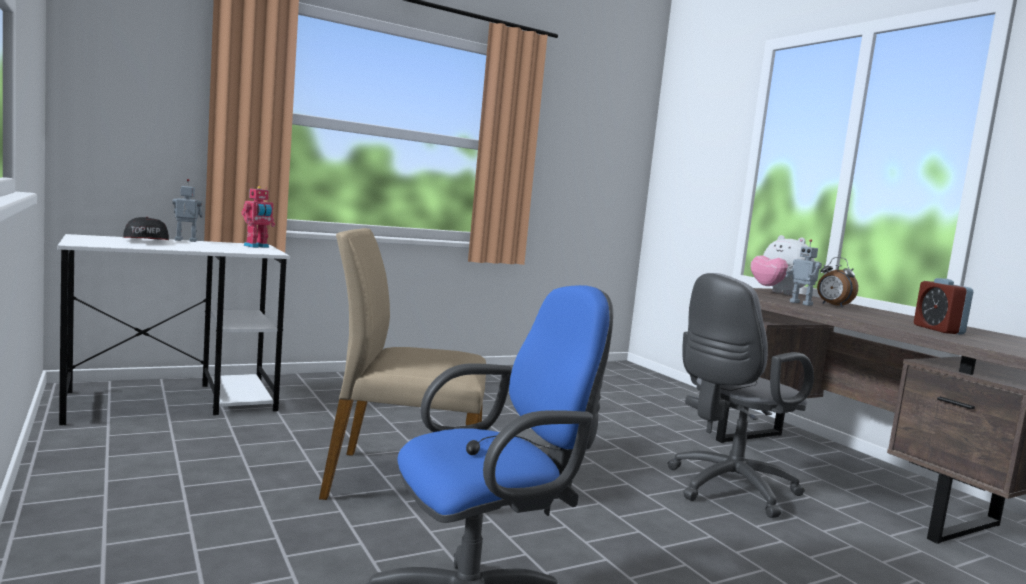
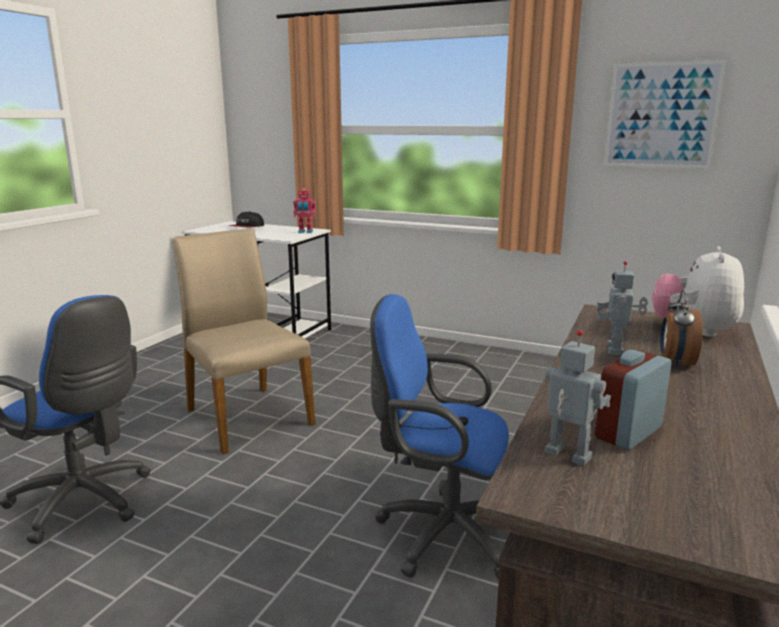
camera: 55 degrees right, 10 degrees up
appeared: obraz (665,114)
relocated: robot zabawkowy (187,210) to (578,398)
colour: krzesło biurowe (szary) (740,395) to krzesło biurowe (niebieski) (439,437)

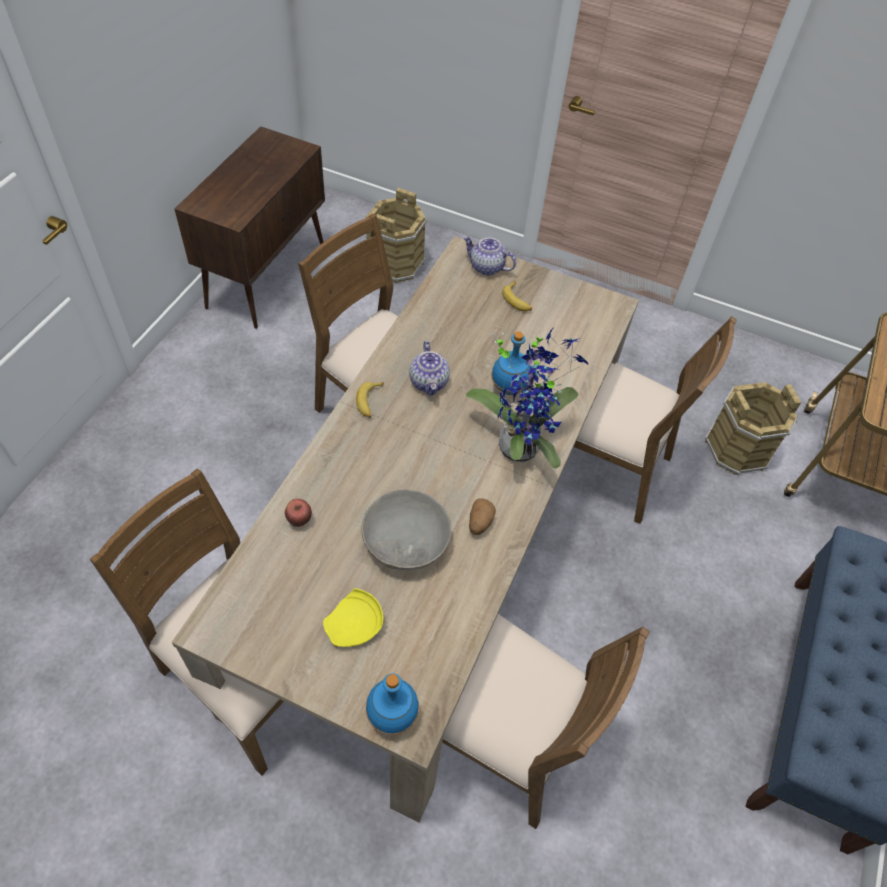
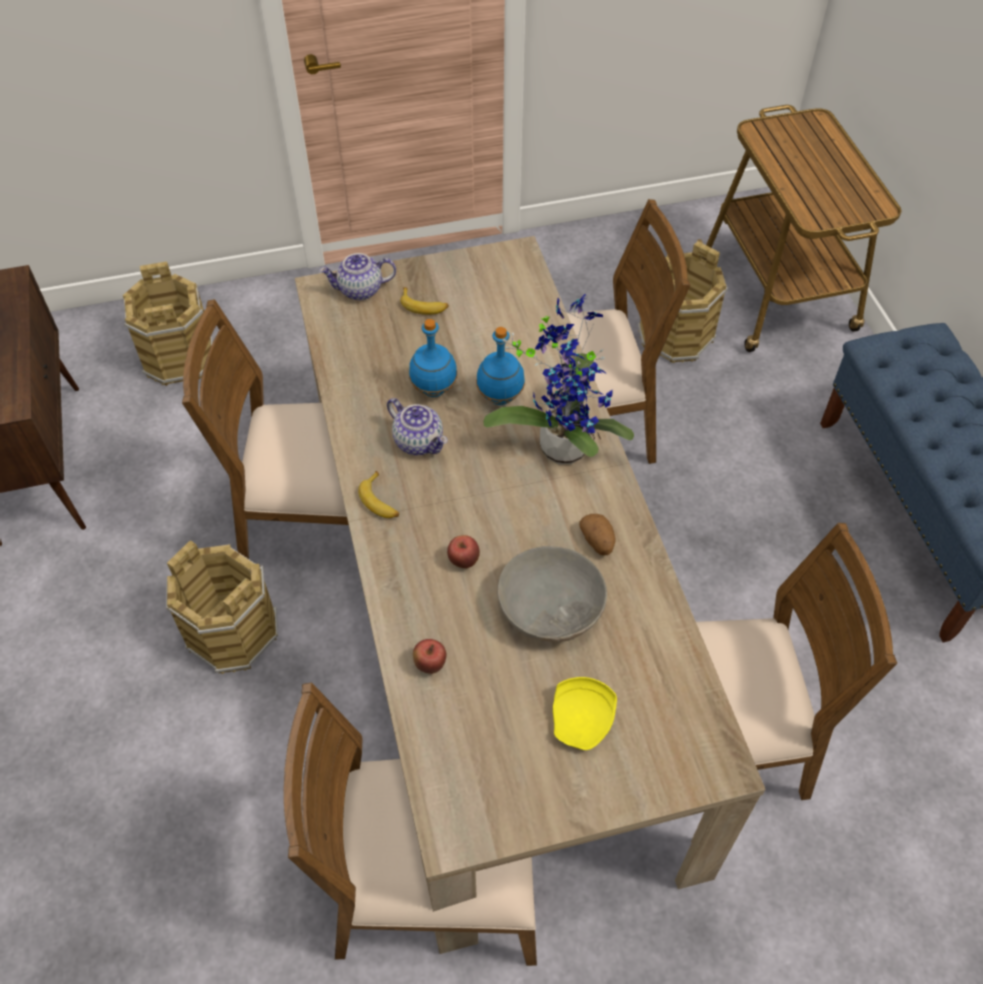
camera: 35 degrees left, 0 degrees up
appeared: jabłko (463,551); wiadro (brązowy) (222,607)
relocated: butelka (niebieski) (392,704) to (433,358)

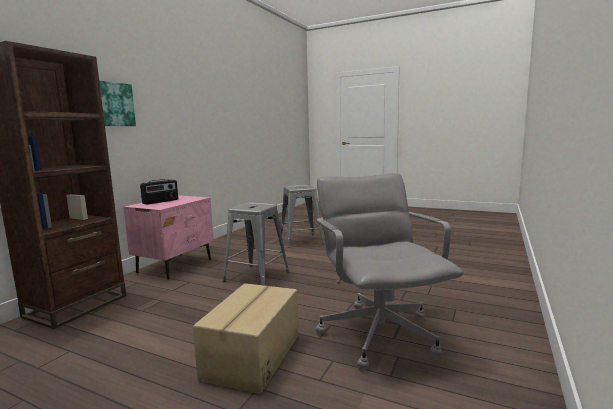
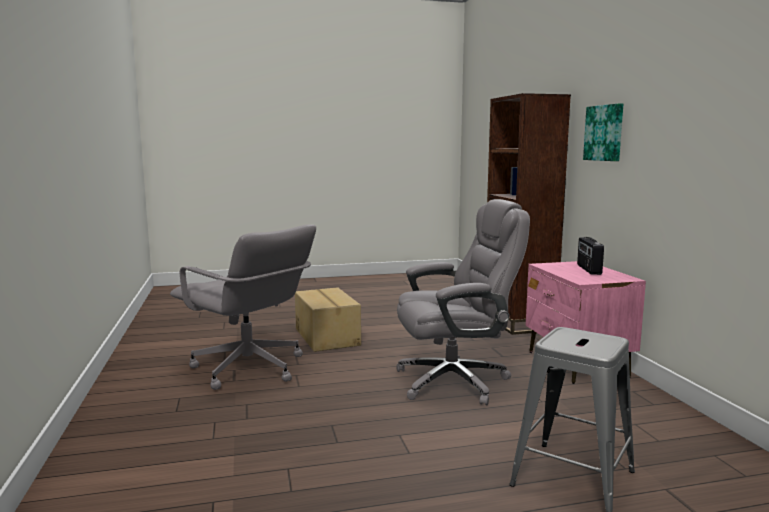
camera: 140 degrees right, 0 degrees up
exchanged: stołek (szary) (256,244) to krzesło biurowe (szary) (463,302)

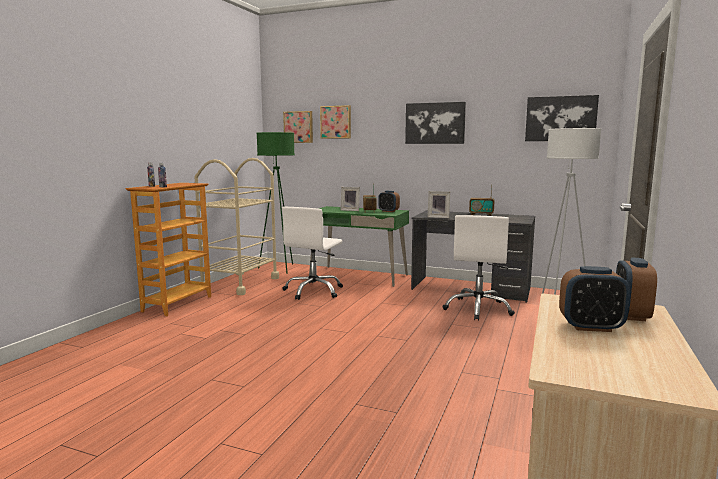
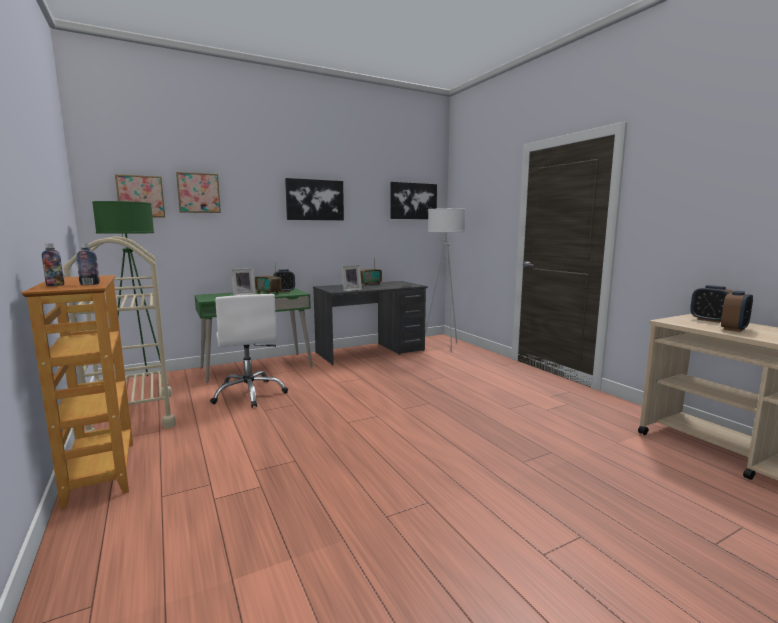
camera: 50 degrees left, 0 degrees up
missing: krzesło biurowe (biały) (478,268)

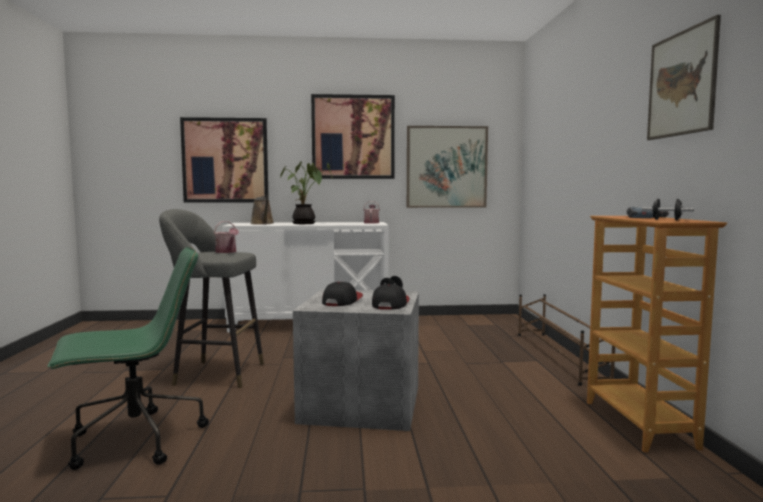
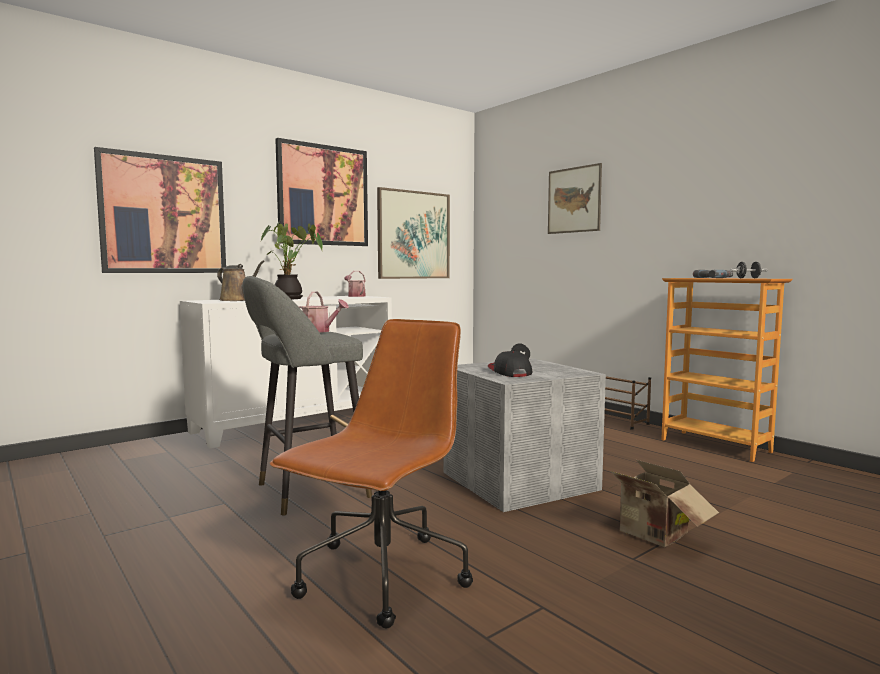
camera: 35 degrees left, 0 degrees up
missing: czapka z daszkiem (391,297)
appeared: karton (658,503)
relocated: obraz (684,77) to (575,198)
colour: krzesło biurowe (zielony) (128,358) to krzesło biurowe (brązowy) (371,474)

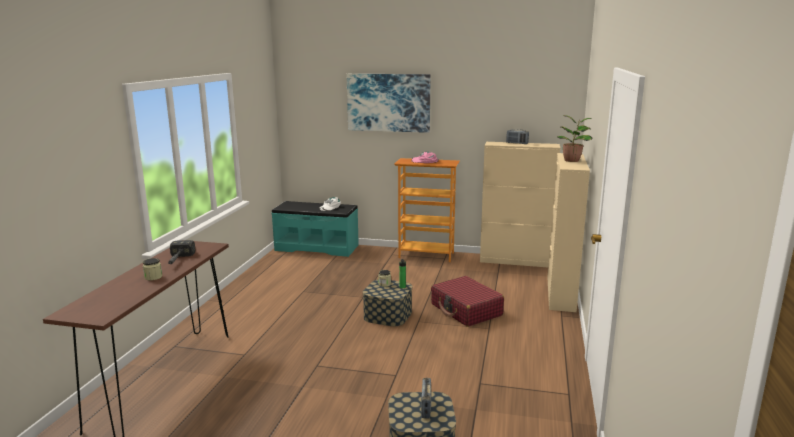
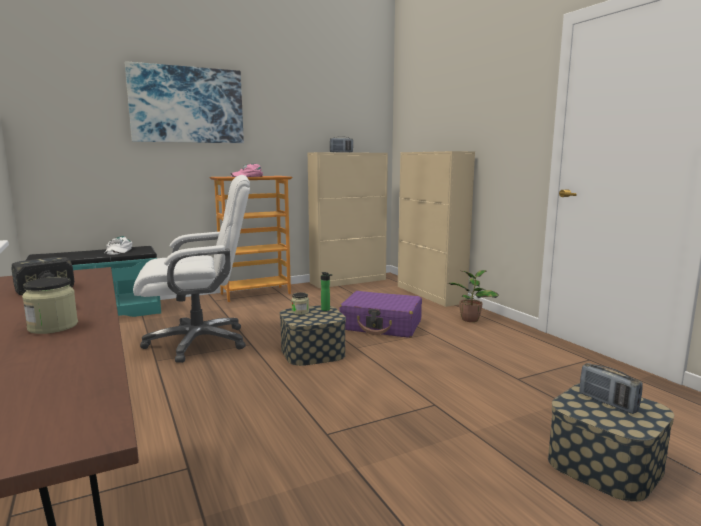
camera: 40 degrees left, 5 degrees down
appeared: krzesło biurowe (biały) (191,269)
relocated: roślina doniczkowa (574,138) to (473,296)
colour: walizka (czerwony) (467,301) to walizka (fioletowy) (380,314)

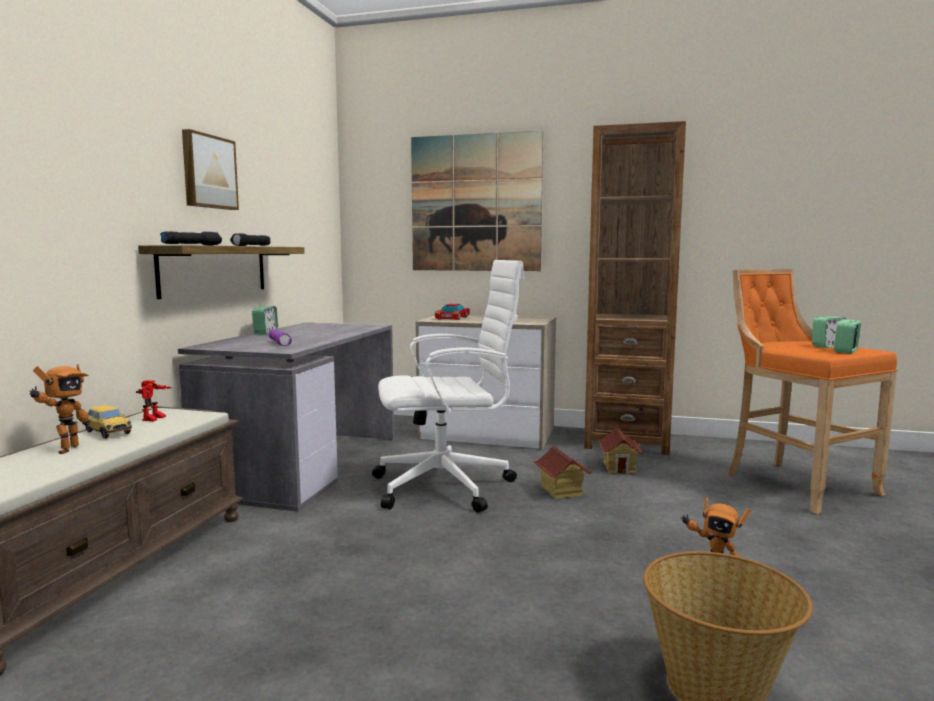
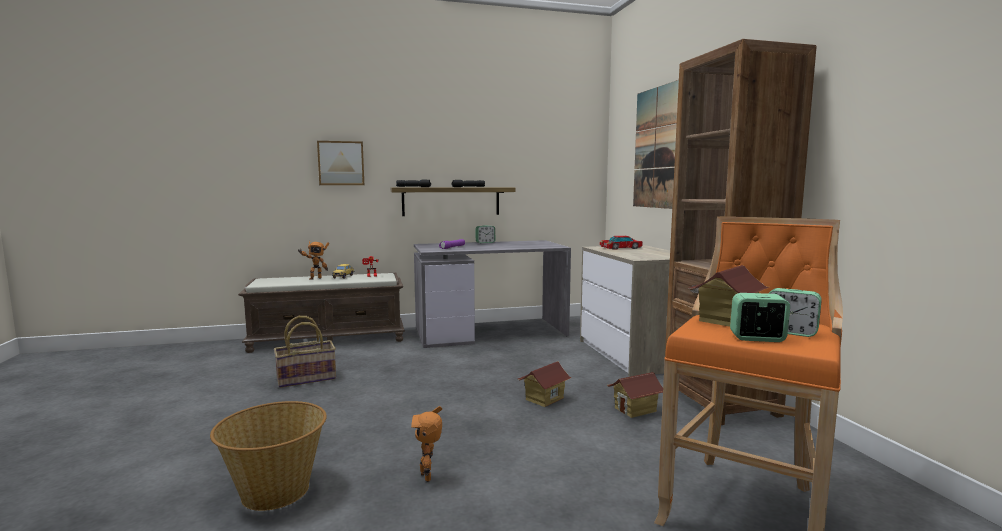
camera: 60 degrees right, 0 degrees up
missing: krzesło biurowe (biały) (448,386)
appeared: domek (728,296); koszyk (305,352)
relocated: obraz (210,169) to (340,163)

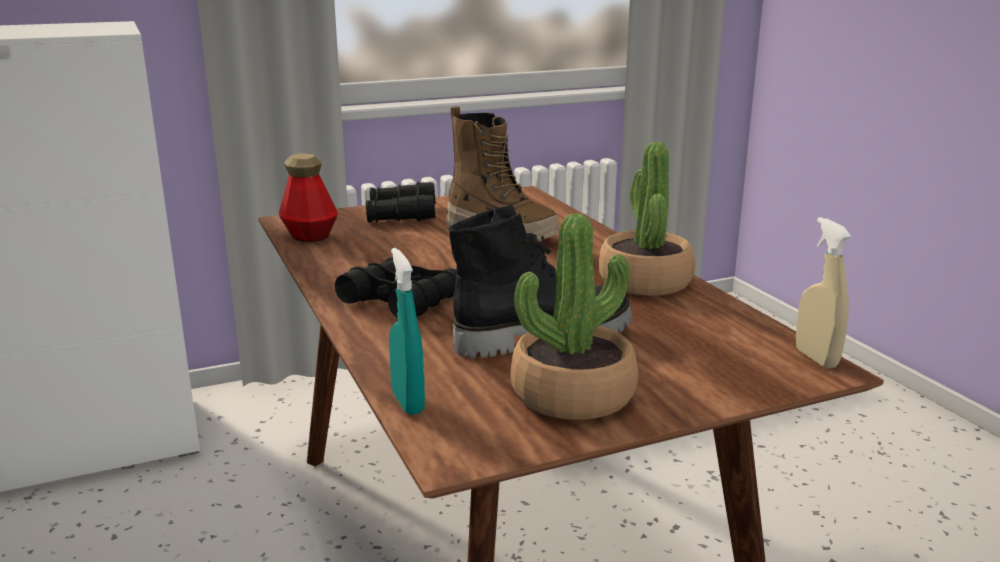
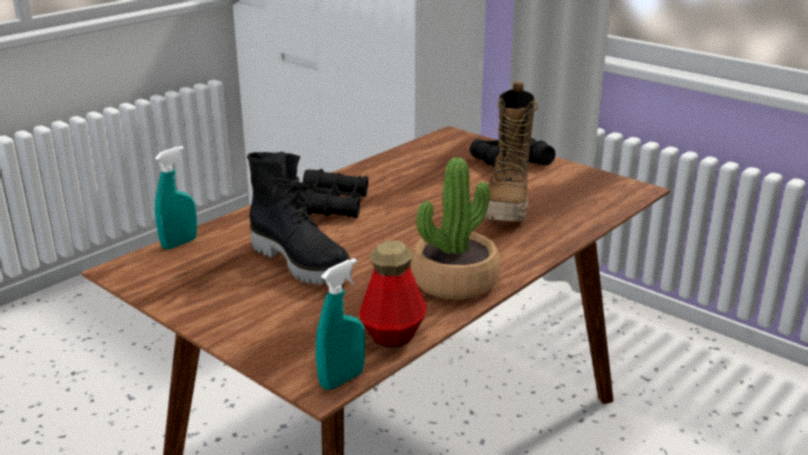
camera: 65 degrees right, 5 degrees up
missing: roślina doniczkowa (574,316)
relocated: butelka (308,197) to (393,293)
colour: spryskiwacz (beżowy) (823,293) to spryskiwacz (turkusowy) (340,324)

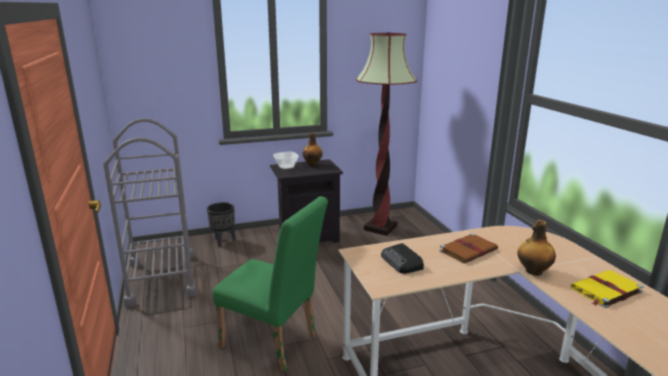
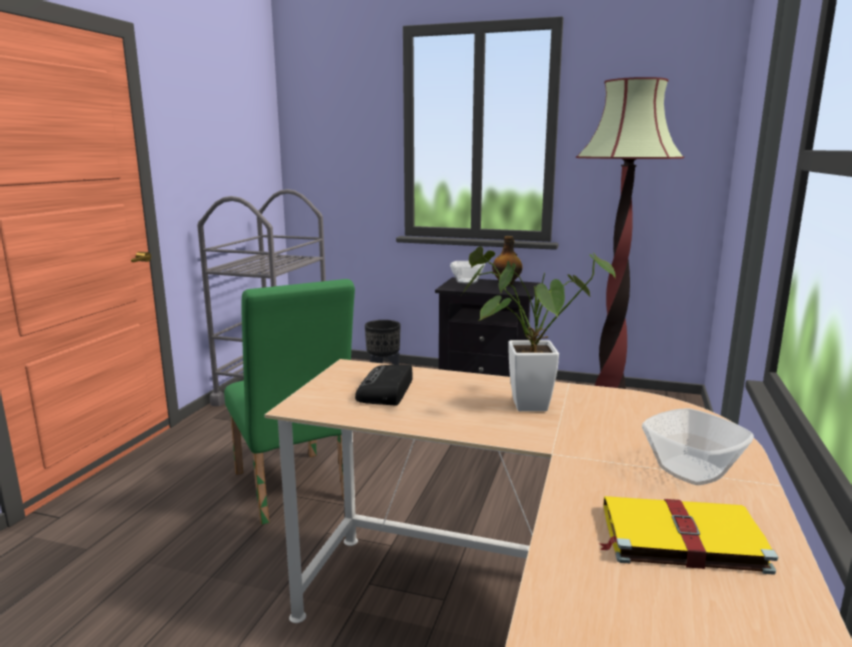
camera: 35 degrees right, 5 degrees down
missing: butelka (537,248)
appeared: miska (698,446)
exchanged: książka (brązowy) (468,248) to roślina doniczkowa (539,328)

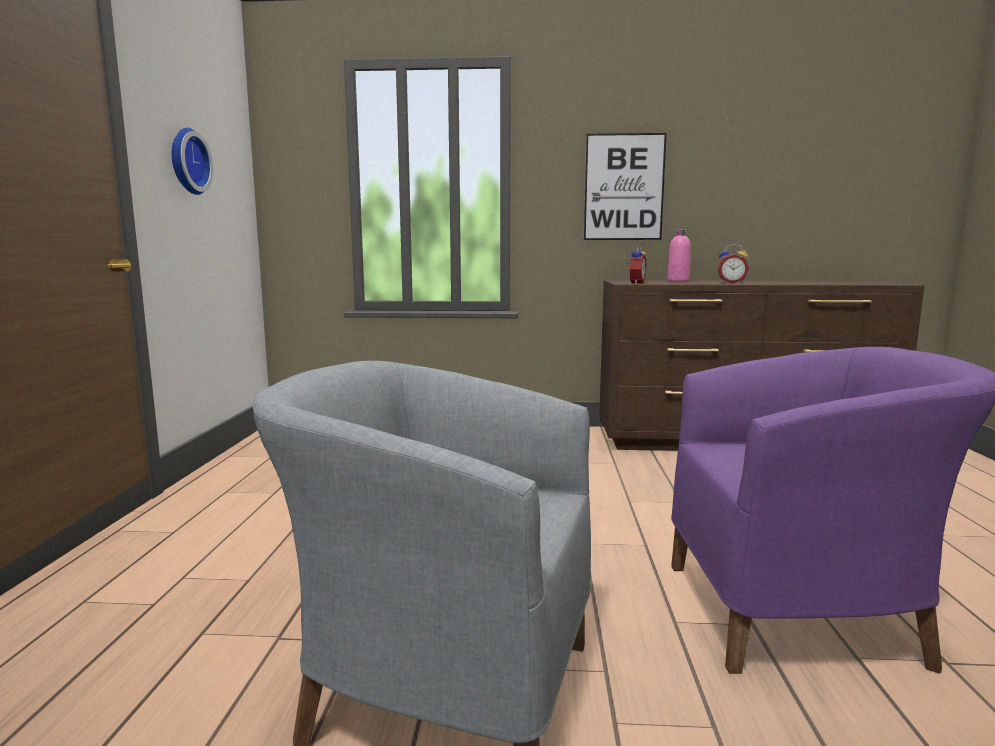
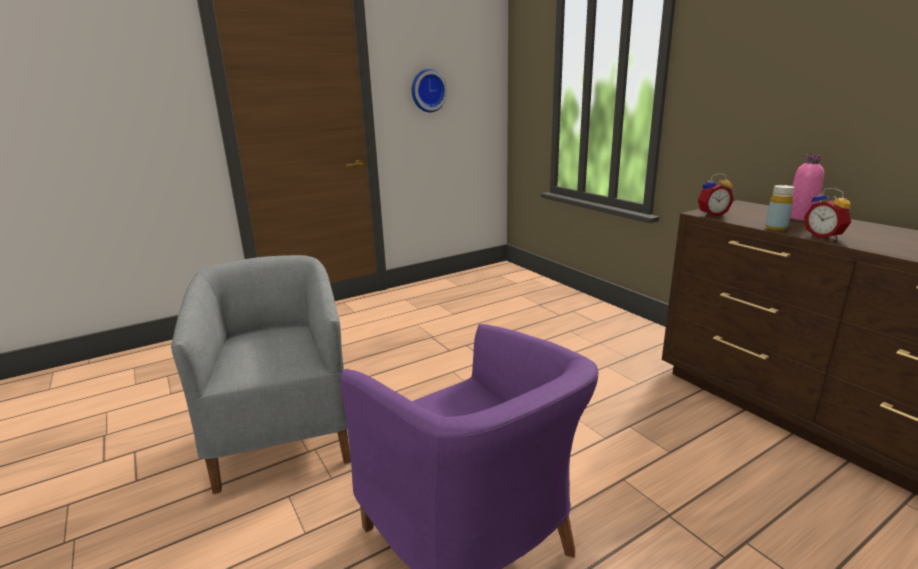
camera: 55 degrees right, 10 degrees up
missing: obraz (625,186)
appeared: butelka (żółty) (780,208)

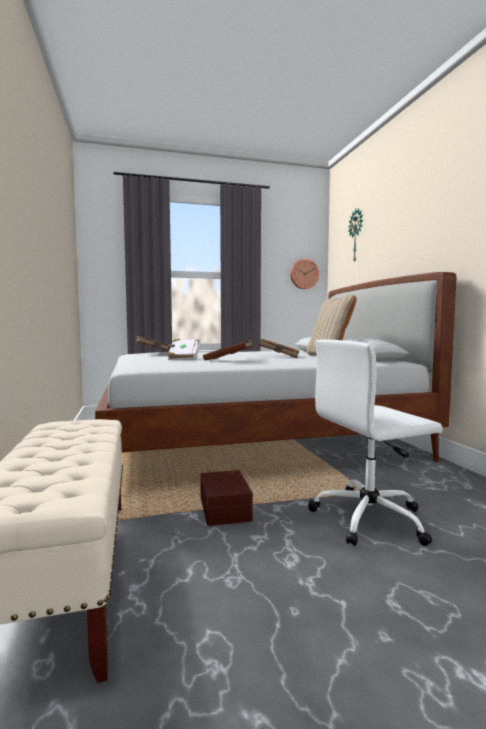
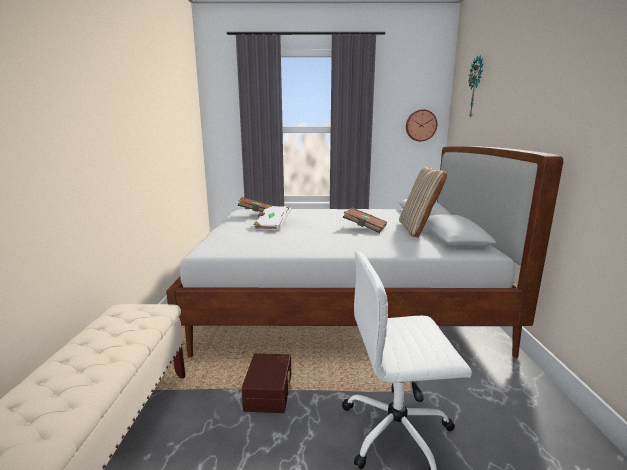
camera: 15 degrees right, 10 degrees up
missing: książka (brązowy) (228,350)

